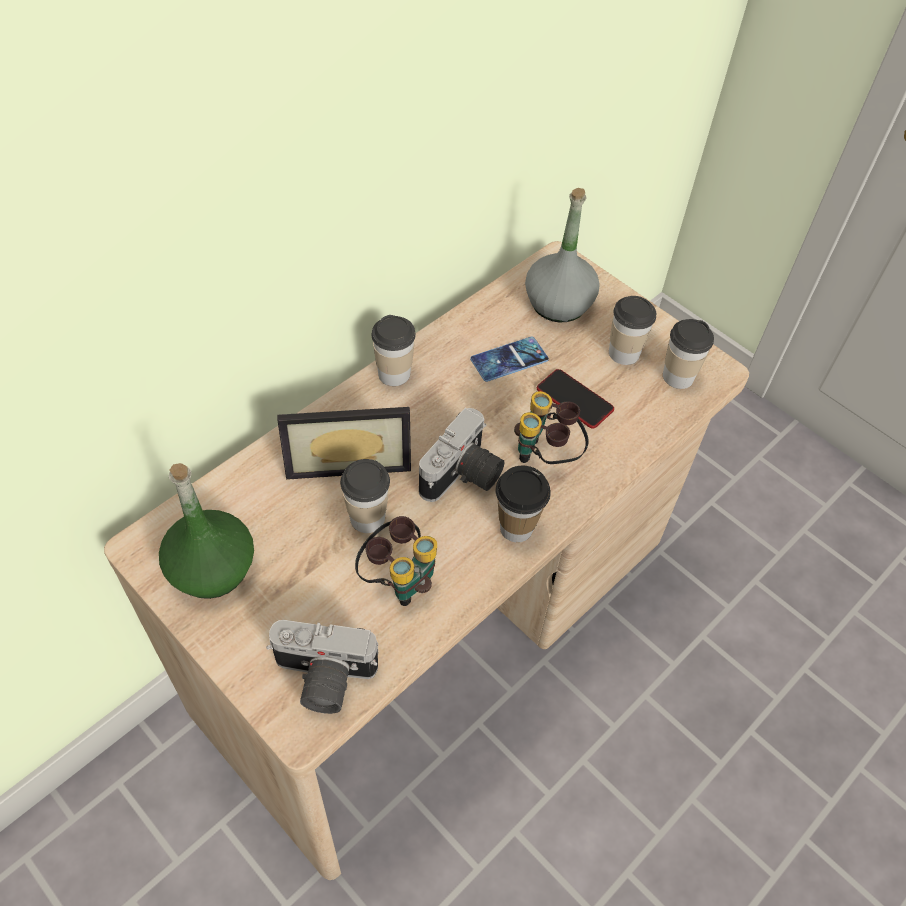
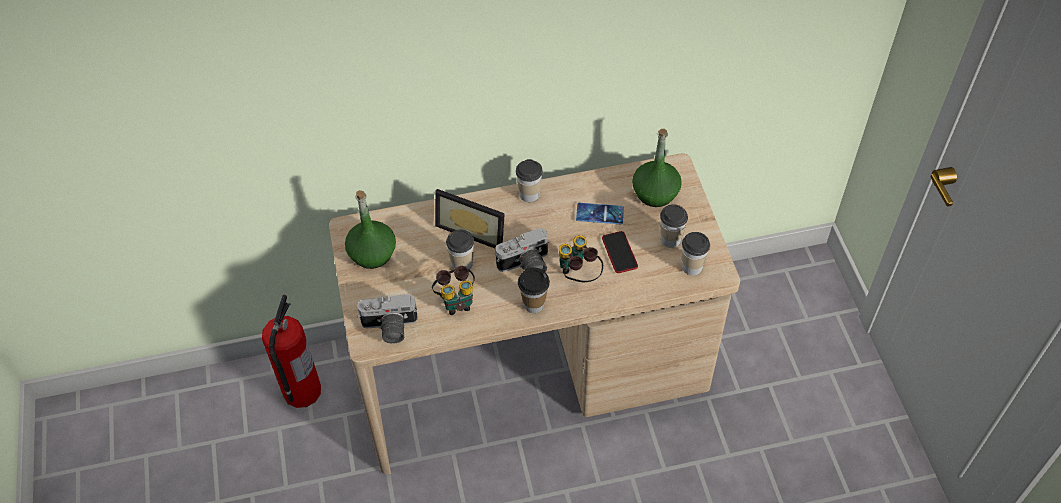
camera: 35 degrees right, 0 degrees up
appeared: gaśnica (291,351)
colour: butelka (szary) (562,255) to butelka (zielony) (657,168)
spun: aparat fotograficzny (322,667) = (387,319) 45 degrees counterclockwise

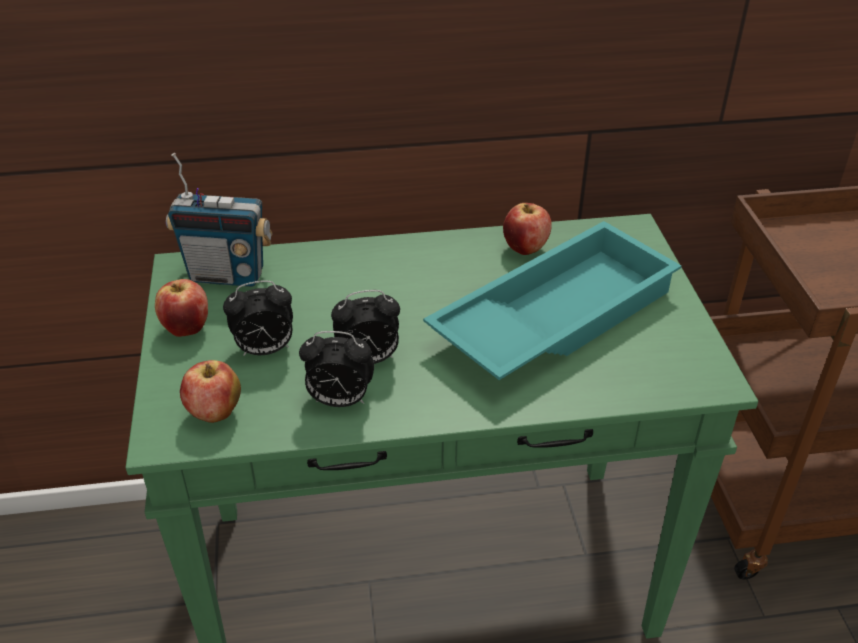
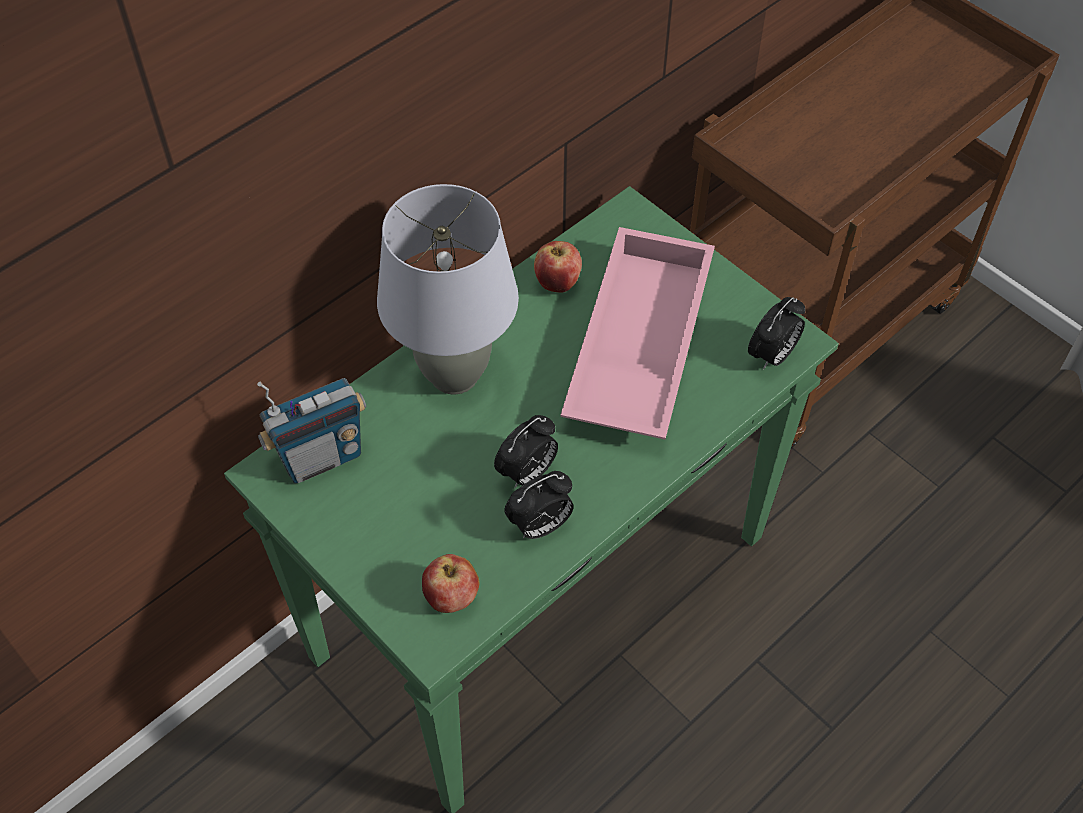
camera: 35 degrees left, 15 degrees up
missing: jabłko (181,308)
appeared: lampa stołowa (szary) (448,289)
relocated: budzik (258,318) to (776,333)
colour: taca (turkusowy) (552,300) to taca (różowy) (637,333)

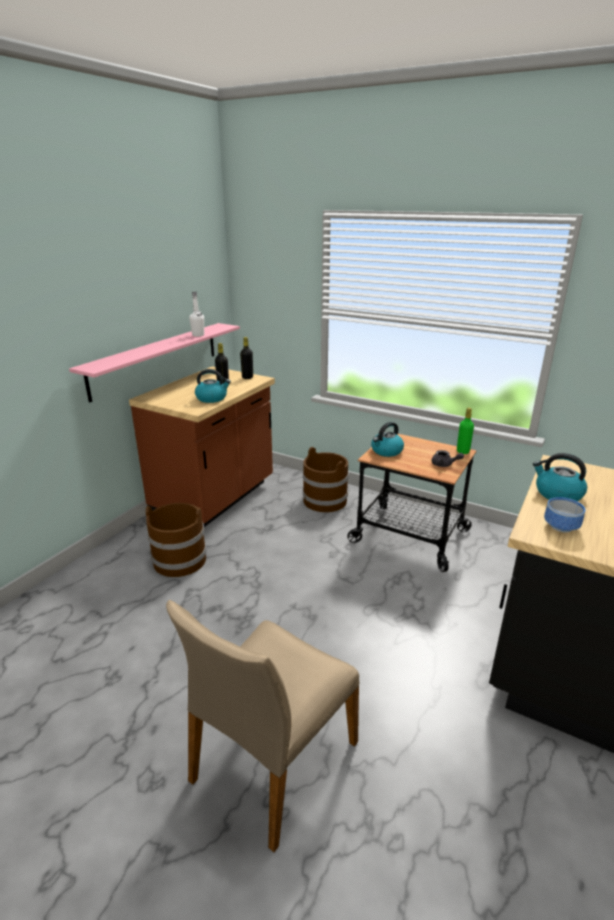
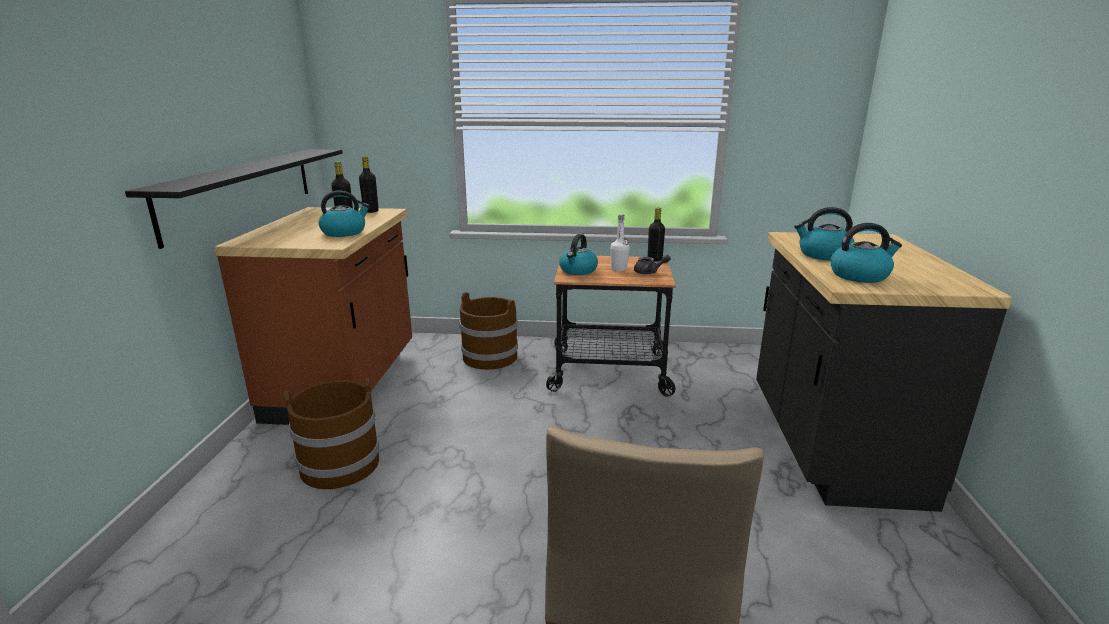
camera: 25 degrees left, 5 degrees down
relocated: butelka (biały) (196,314) to (620,242)
exchanged: miska (564,514) to czajnik (866,253)
colour: półka (różowy) (154,363) to półka (czarny) (234,199); butelka (zielony) (465,431) to butelka (czarny) (656,235)

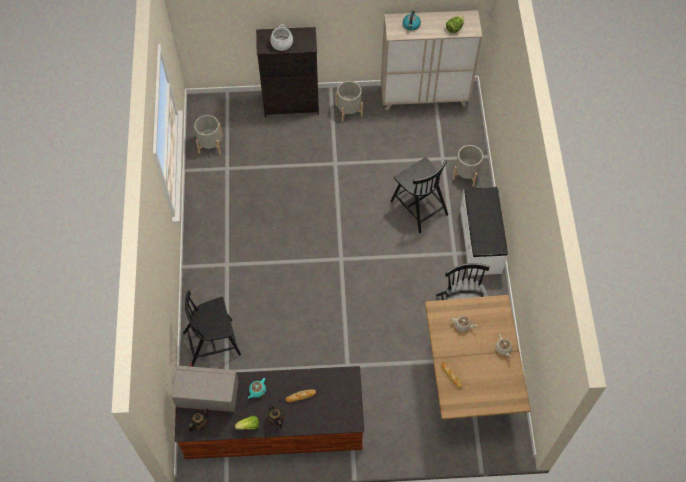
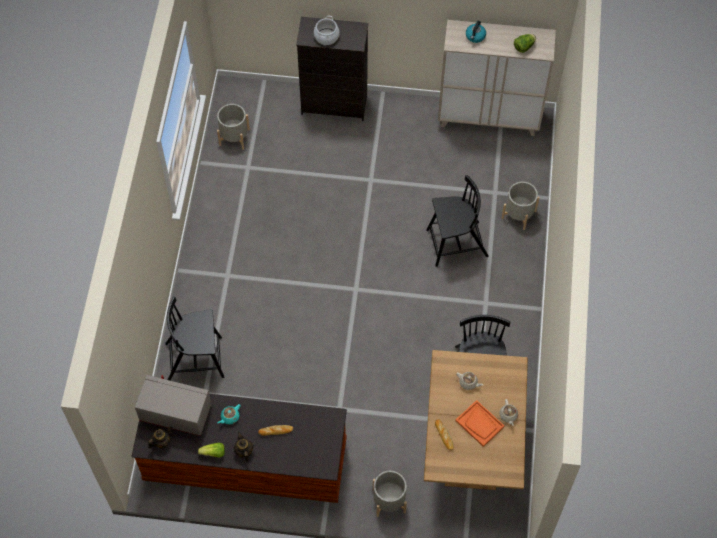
camera: 10 degrees right, 0 degrees up
missing: ławka (biały) (484,231)
appeared: taca (pomarańczowy) (479,423)
relocated: donica (szary) (349,101) to (390,494)
spun: krzesło (czarny) (419,195) = (457,221) 75 degrees counterclockwise

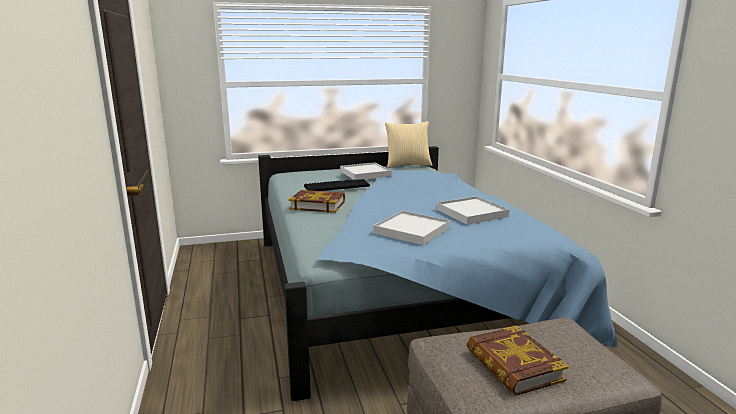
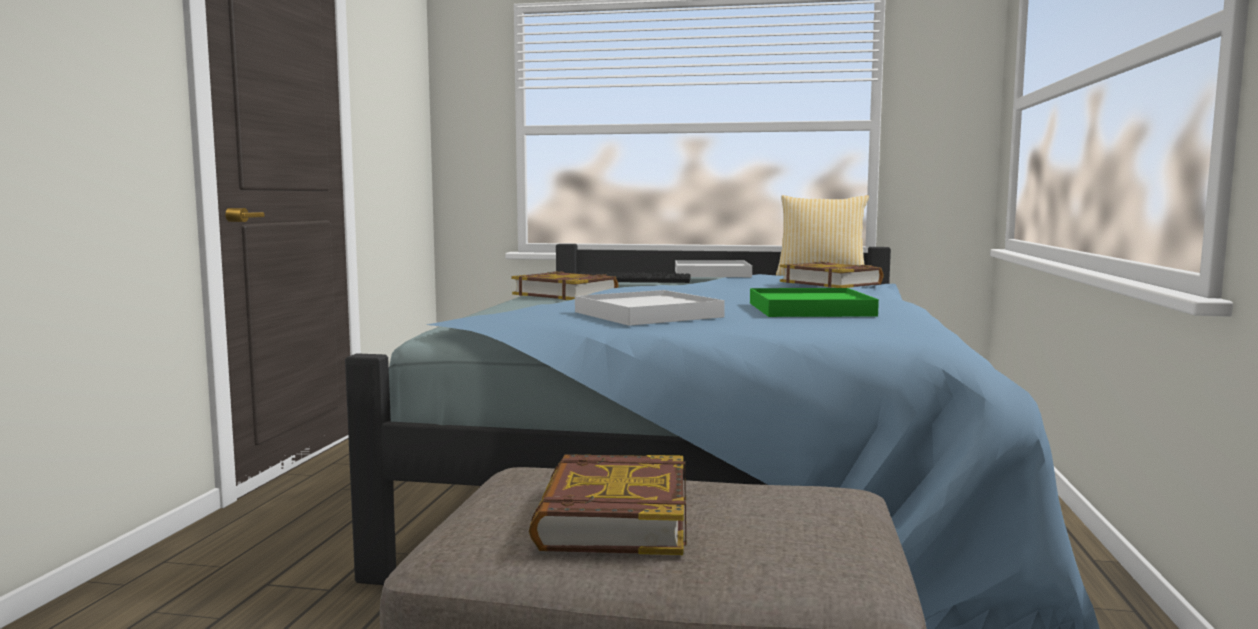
camera: 25 degrees right, 10 degrees down
appeared: książka (832,275)
colour: taca (biały) (473,210) to taca (zielony) (814,302)

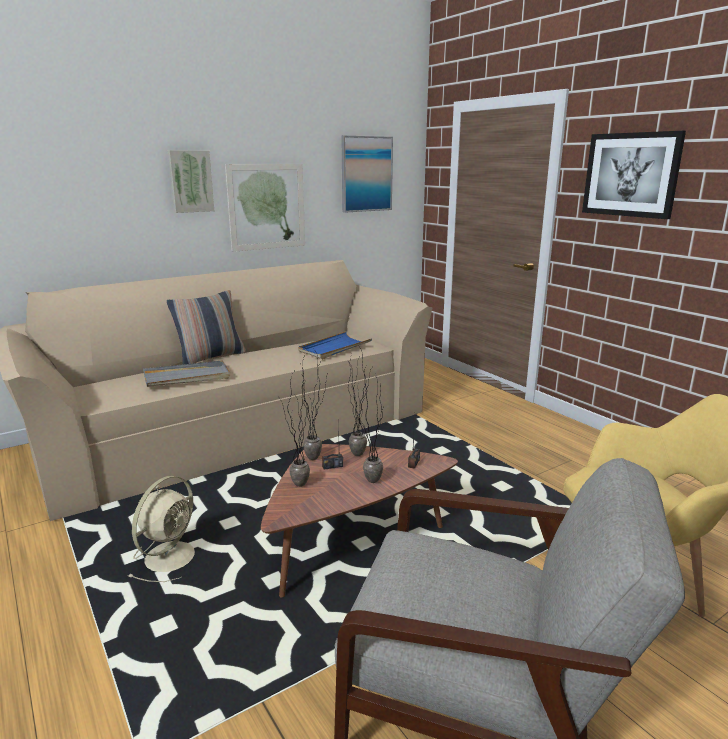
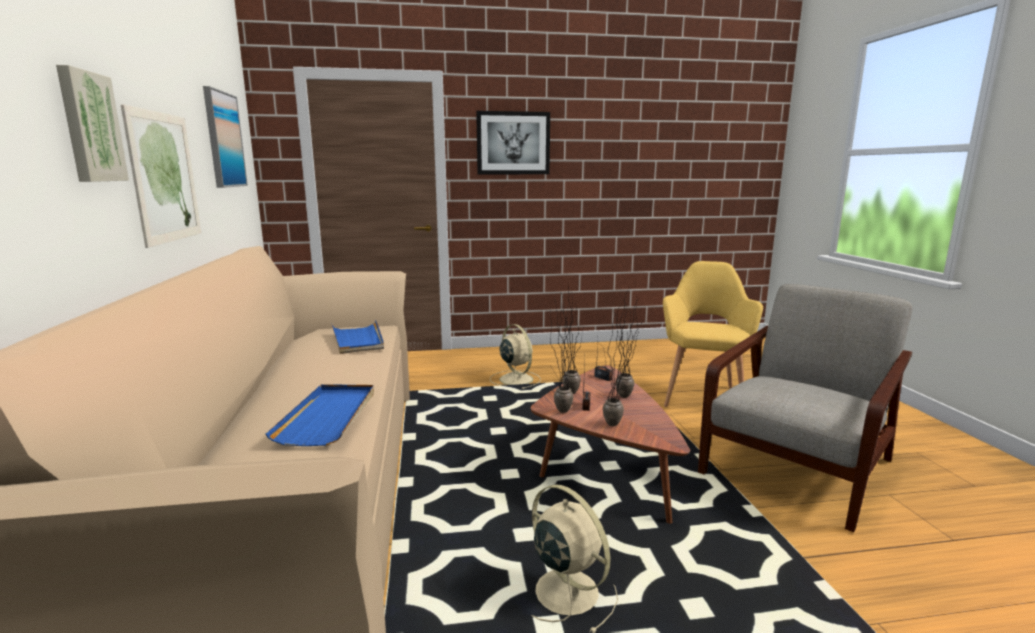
camera: 65 degrees left, 5 degrees down
missing: poduszka (206,327)
appeared: wentylator (beżowy) (515,356)
colour: taca (szary) (186,373) to taca (niebieski) (320,415)

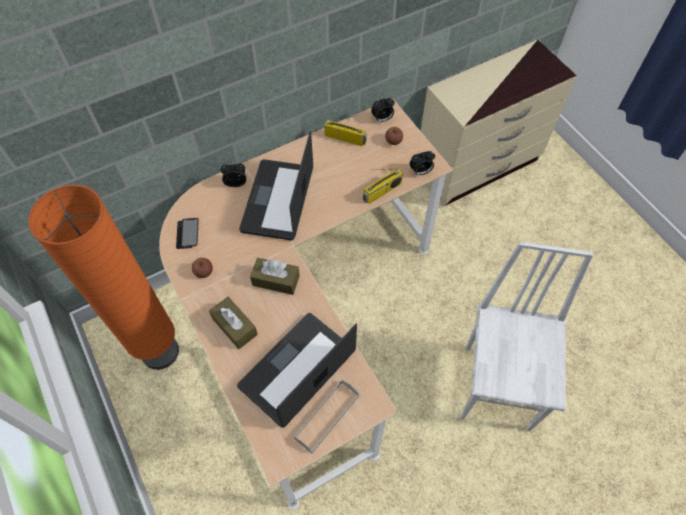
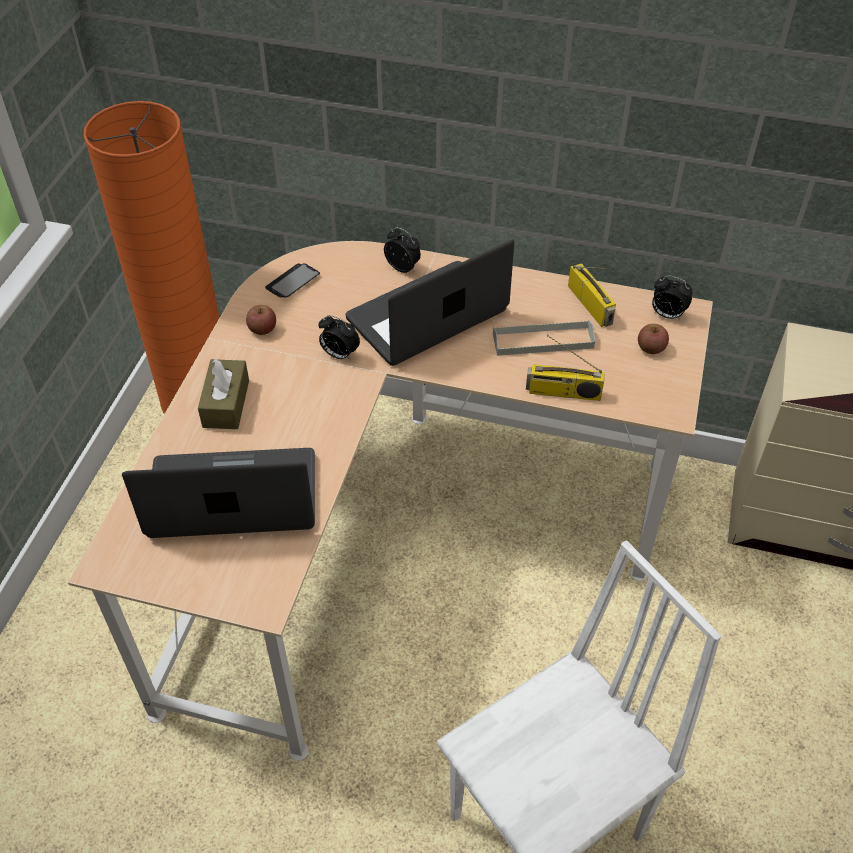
camera: 45 degrees right, 10 degrees down
missing: pudełko chusteczek (brązowy) (275,276)
relocated: budzik (422,163) to (339,338); taca (szary) (327,416) to (544,338)

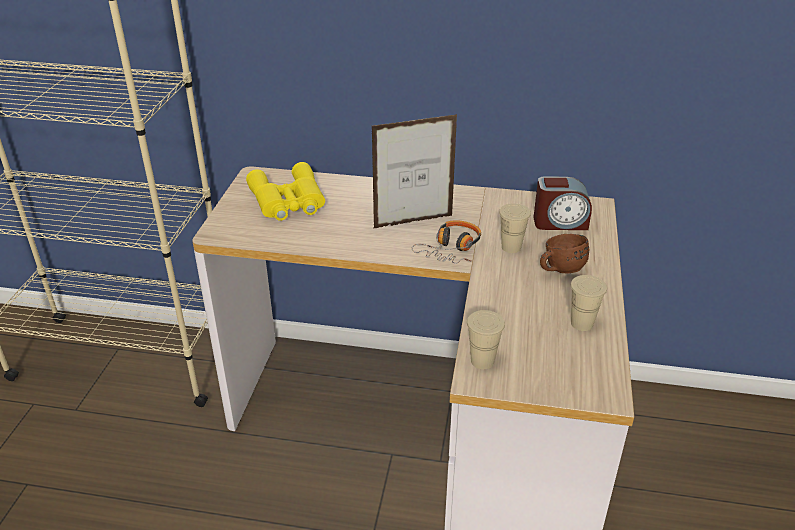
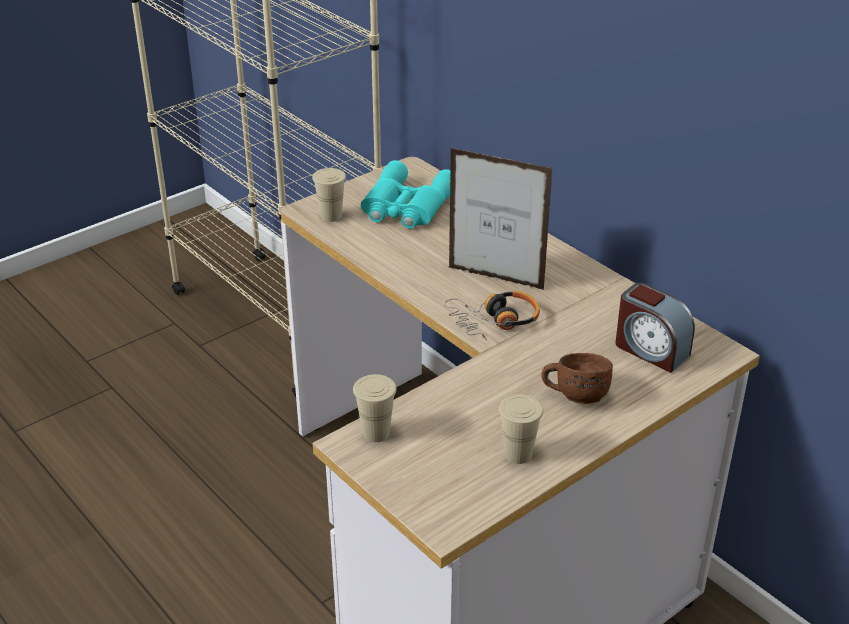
camera: 40 degrees right, 0 degrees up
relocated: filiżanka (beżowy) (515,228) to (329,195)
colour: lornetka (żółty) (285,191) to lornetka (turkusowy) (406,194)

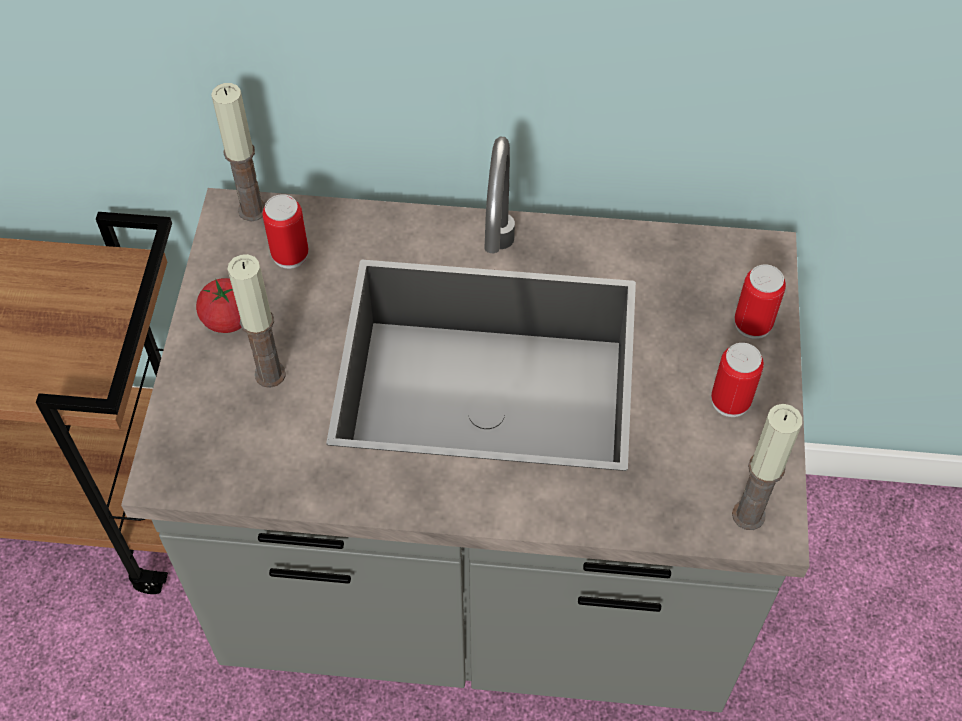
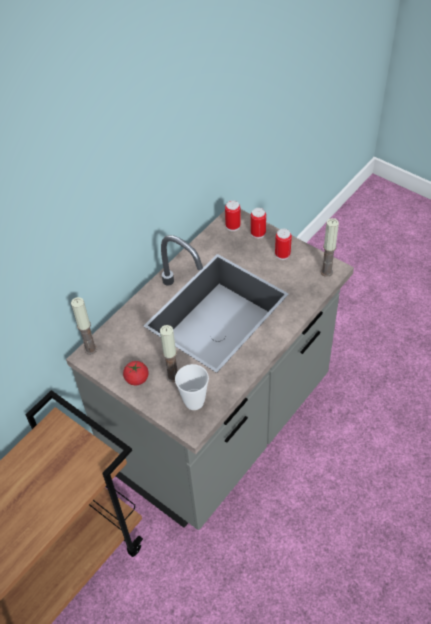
camera: 55 degrees left, 5 degrees down
appeared: filiżanka (192,387)
relocated: puszka (285,231) to (233,215)

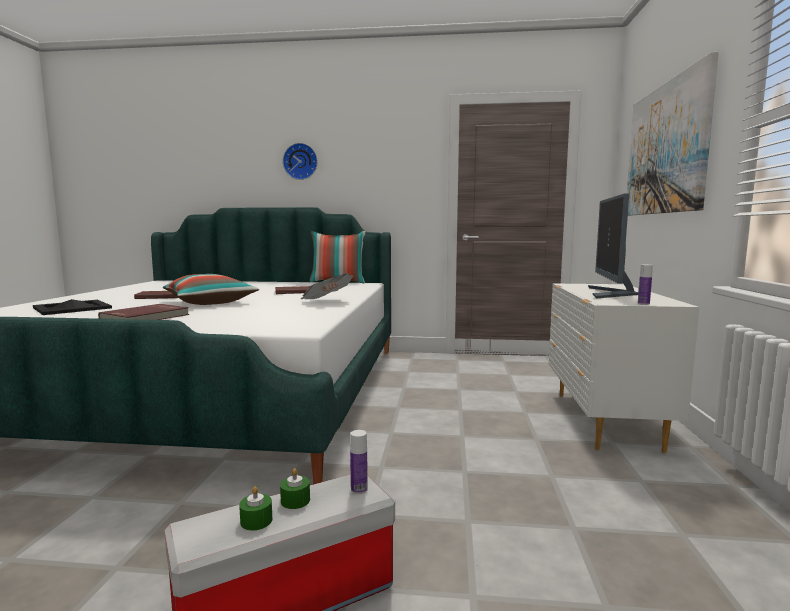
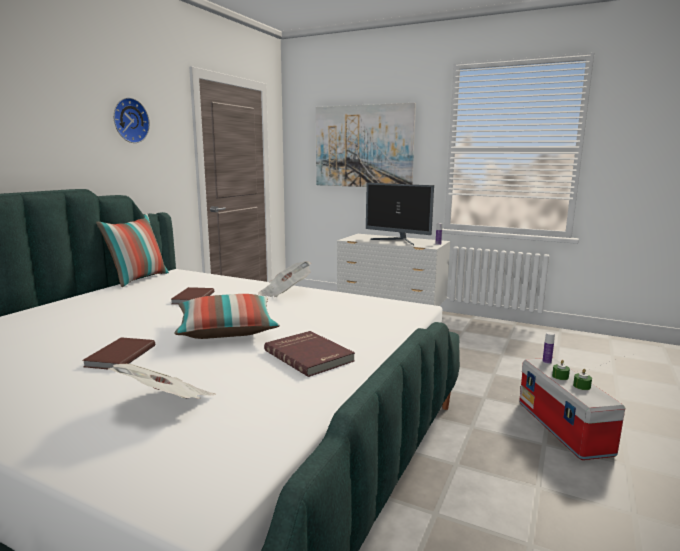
camera: 70 degrees left, 5 degrees up
relocated: zegar ścienny (300,161) to (131,120)
exchanged: taca (czarny) (72,307) to gazeta (162,381)

